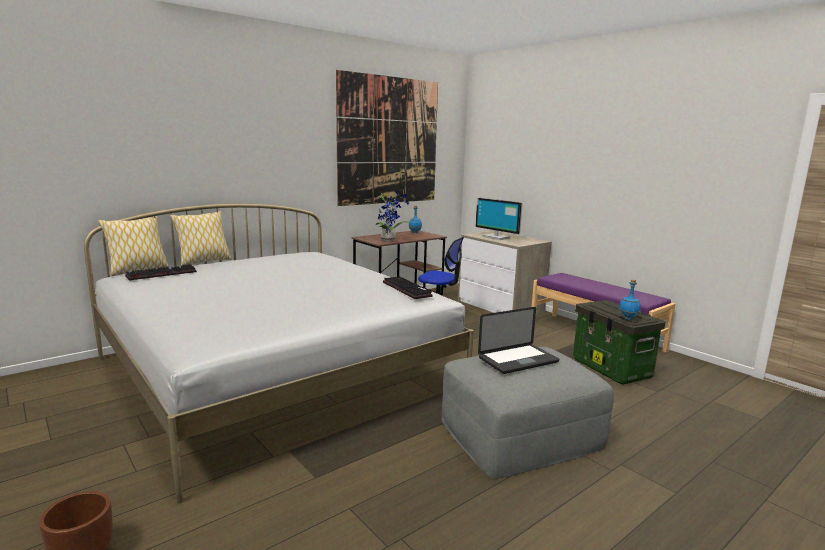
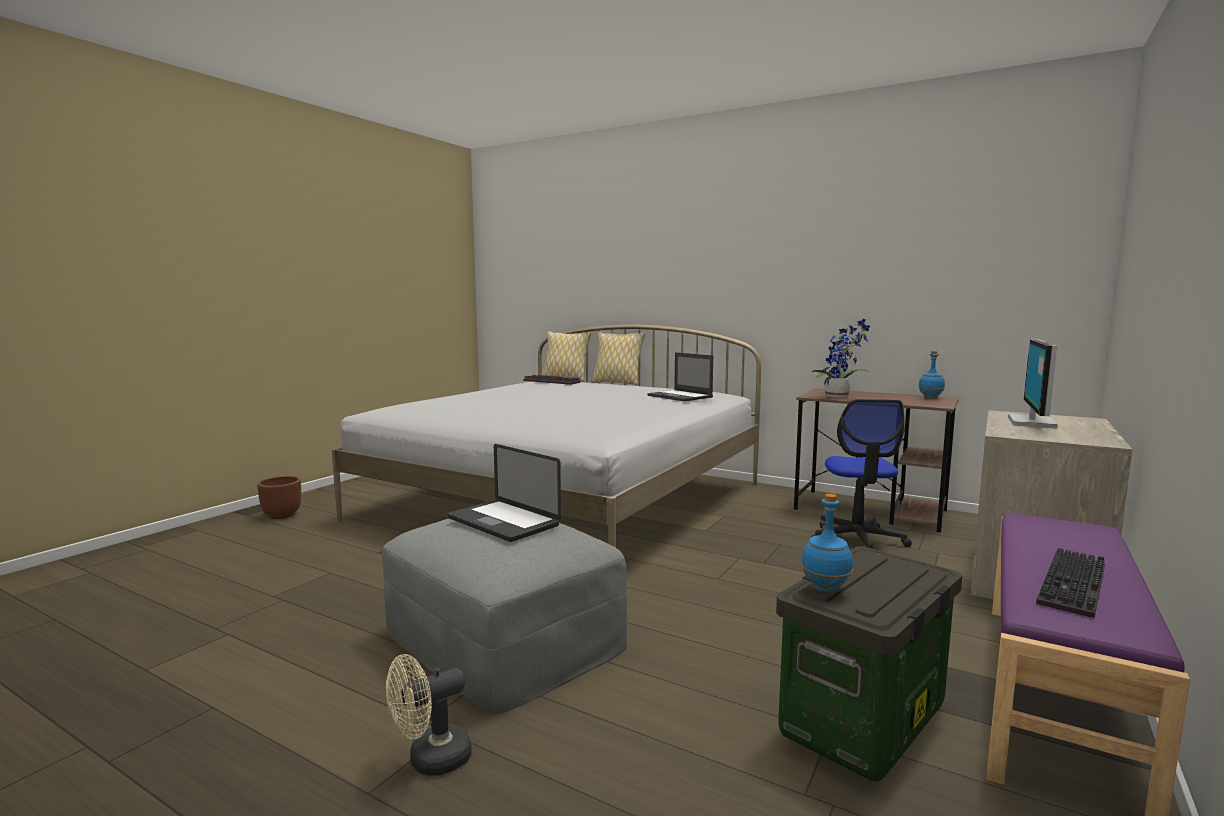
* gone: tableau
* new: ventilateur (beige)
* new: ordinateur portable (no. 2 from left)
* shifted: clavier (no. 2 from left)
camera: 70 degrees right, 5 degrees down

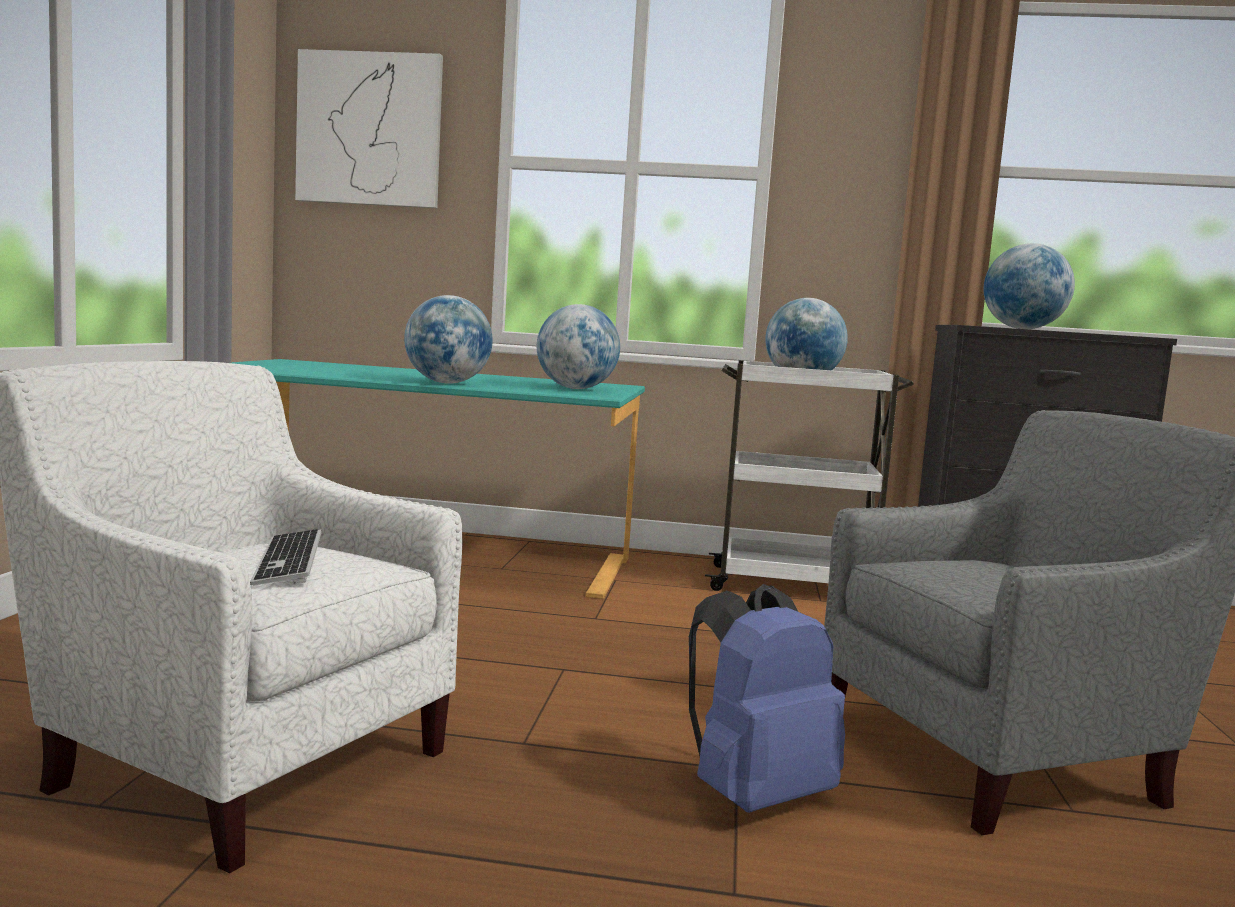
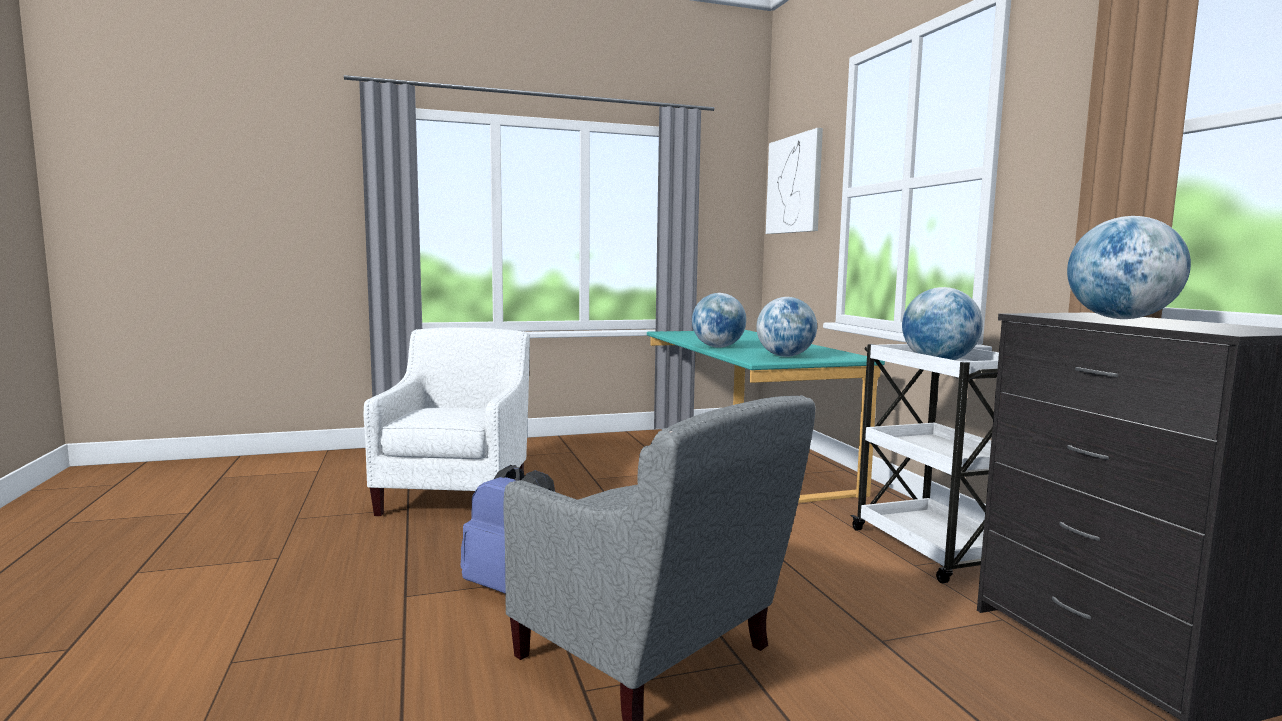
* gone: clavier
camera: 65 degrees right, 0 degrees up

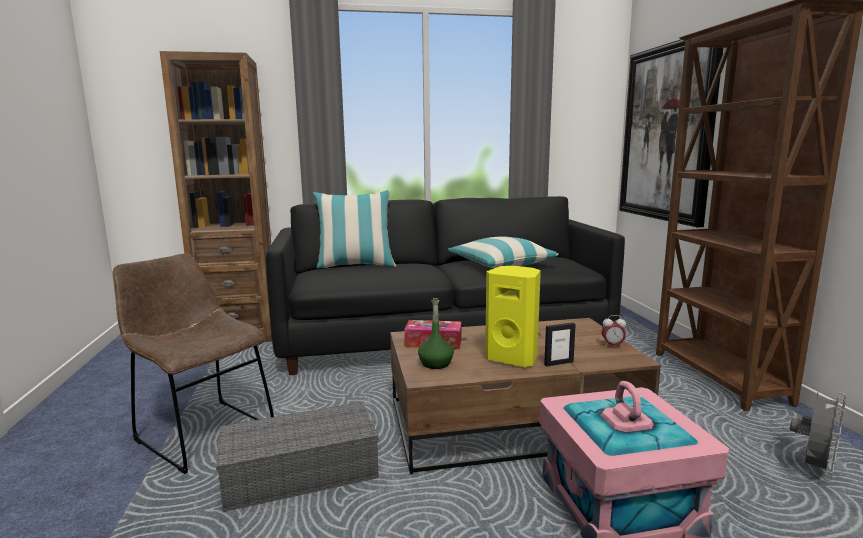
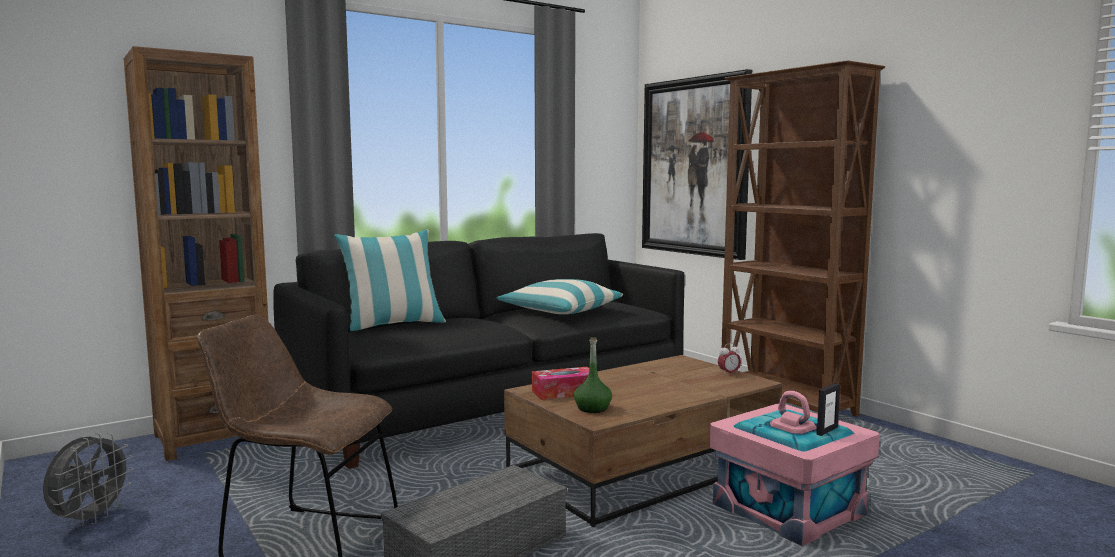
* gone: enceinte (jaune)
* shifted: cadre photo
* shifted: ventilateur (gris)
camera: 25 degrees left, 5 degrees down

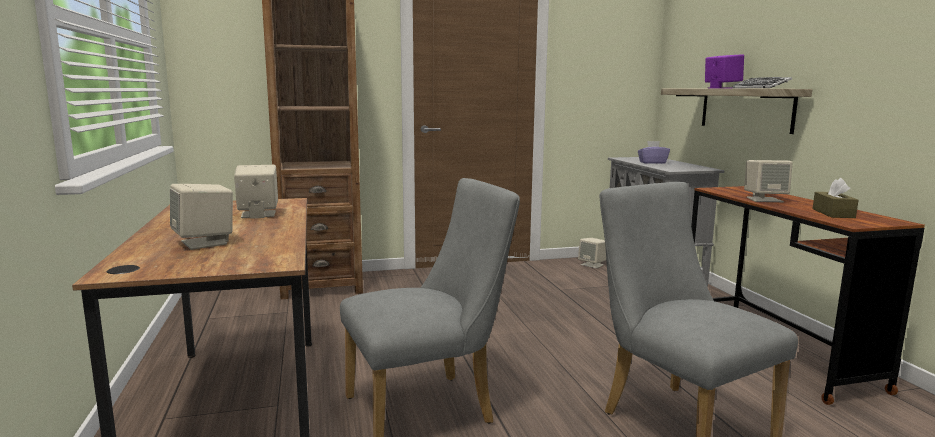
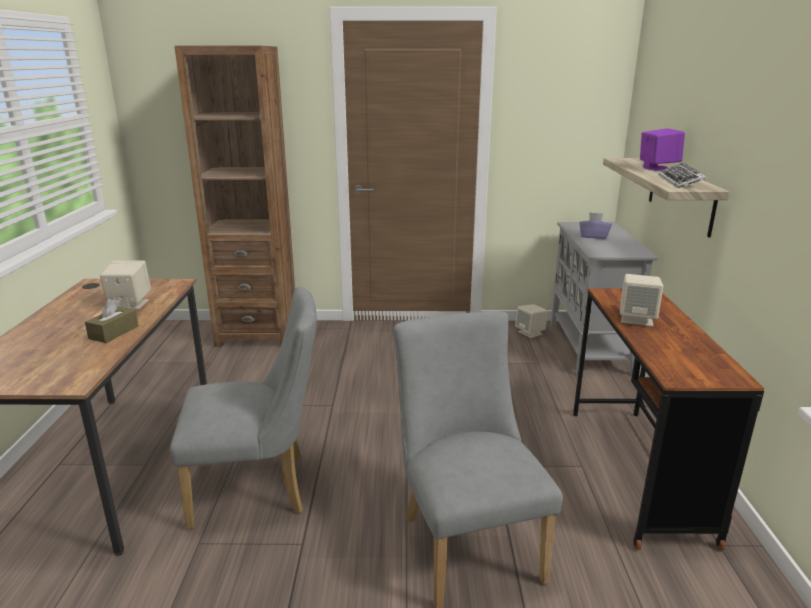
* gone: enceinte (beige) (no. 1 from left)
* shifted: boîte à mouchoirs (marron)
camera: 15 degrees right, 10 degrees up

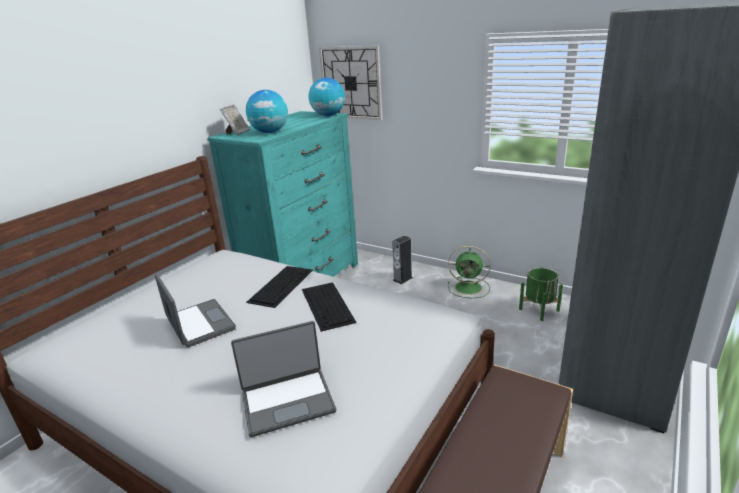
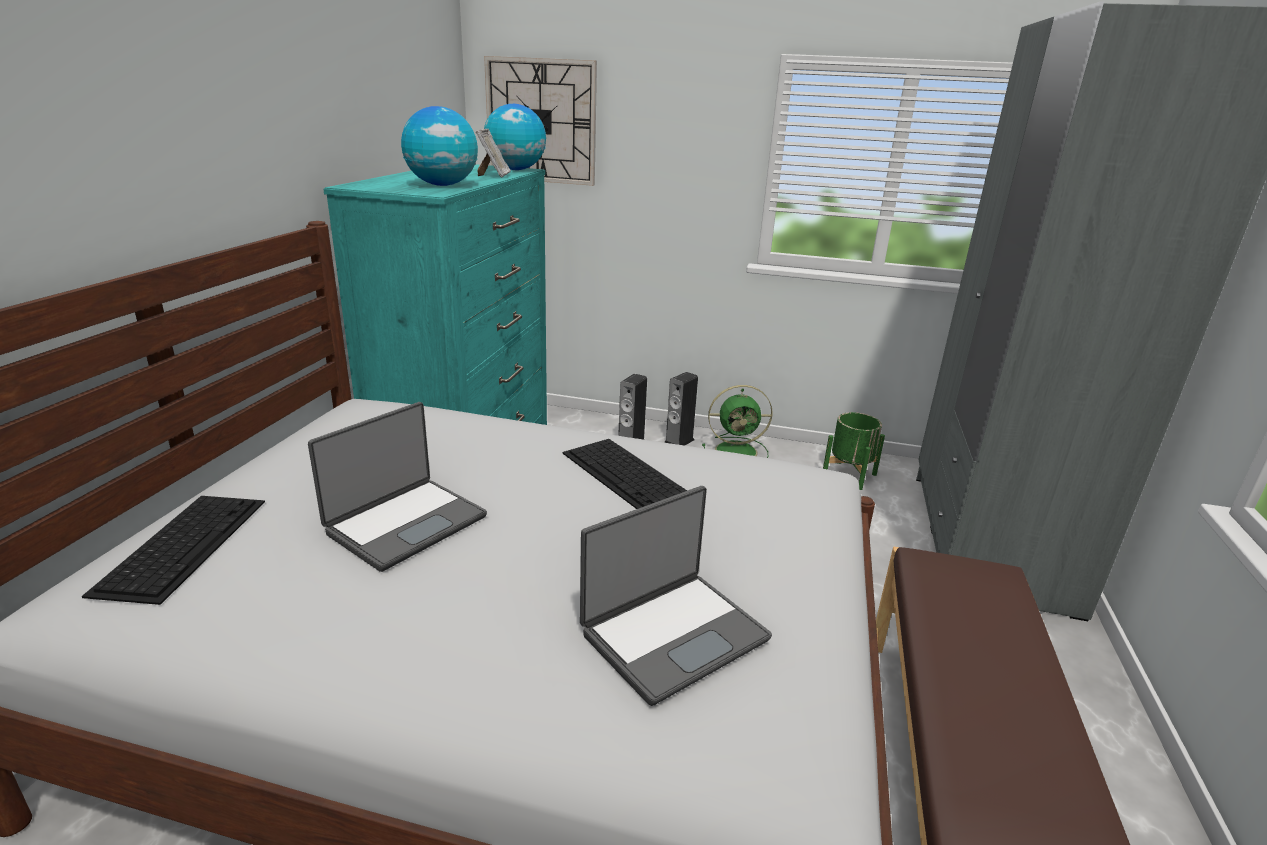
* new: enceinte (no. 2 from left)
* shifted: cadre photo
* shifted: clavier (no. 1 from left)
* rotated: ordinateur portable (no. 1 from left) 90 degrees clockwise
camera: 20 degrees left, 0 degrees up

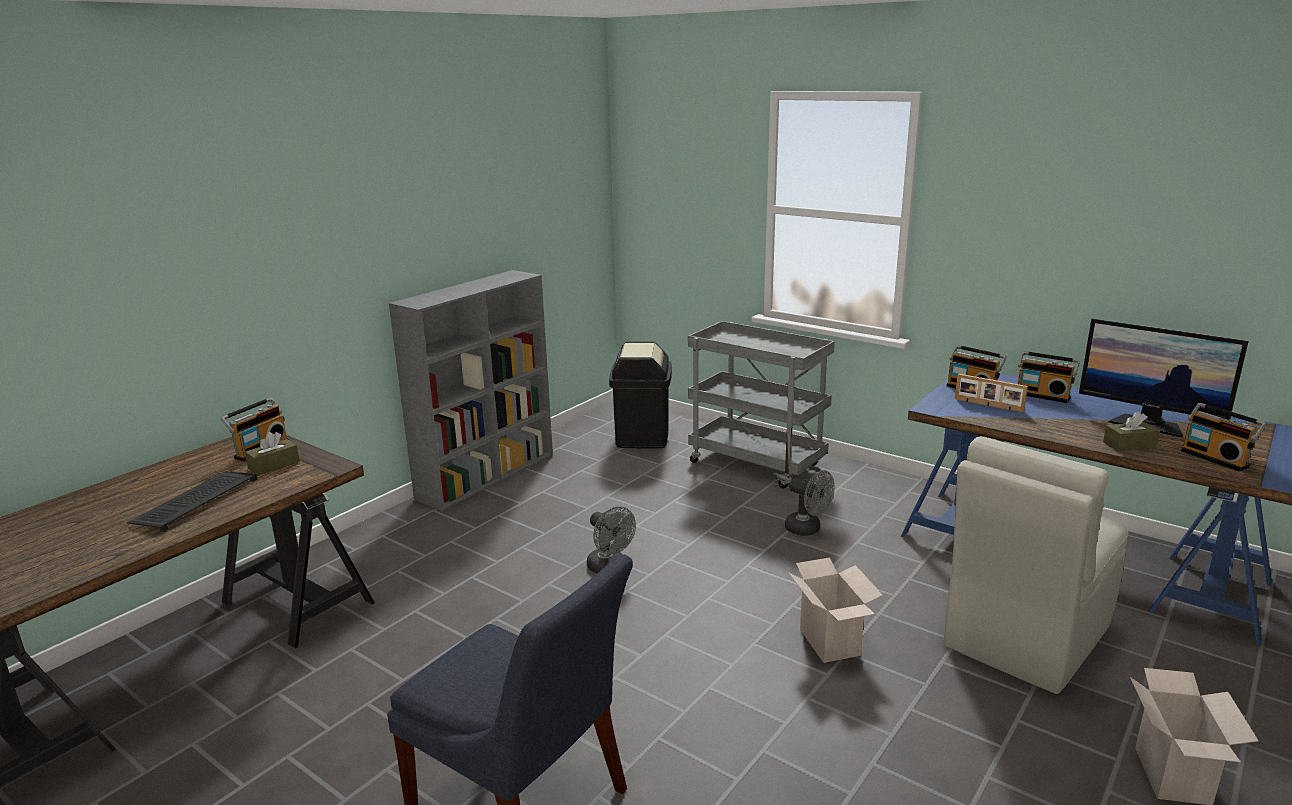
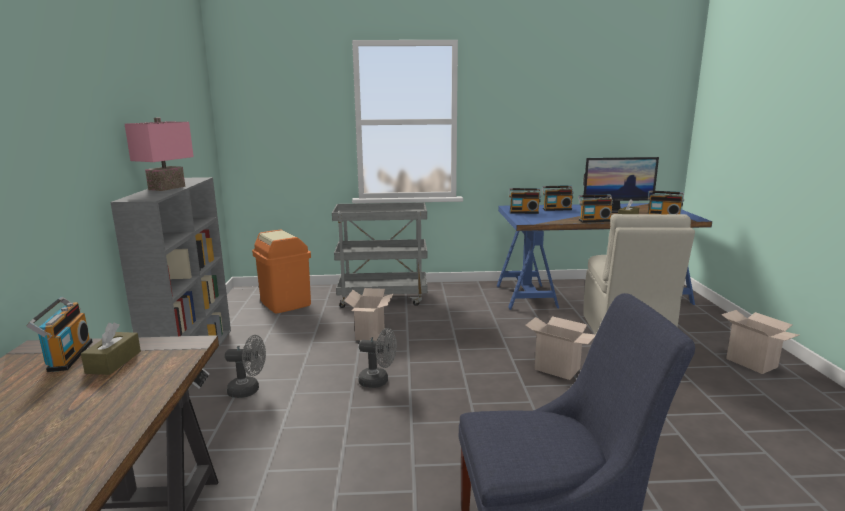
* gone: clavier
* gone: cadre photo
* new: lampe de table (rose)
* new: carton (no. 1 from left)
* new: radio (no. 4 from left)
* shifted: ventilateur (gris) (no. 2 from left in the first image) to ventilateur (gris) (no. 1 from left)
* repainted: poubelle (noir) to poubelle (orange)
camera: 40 degrees left, 5 degrees down

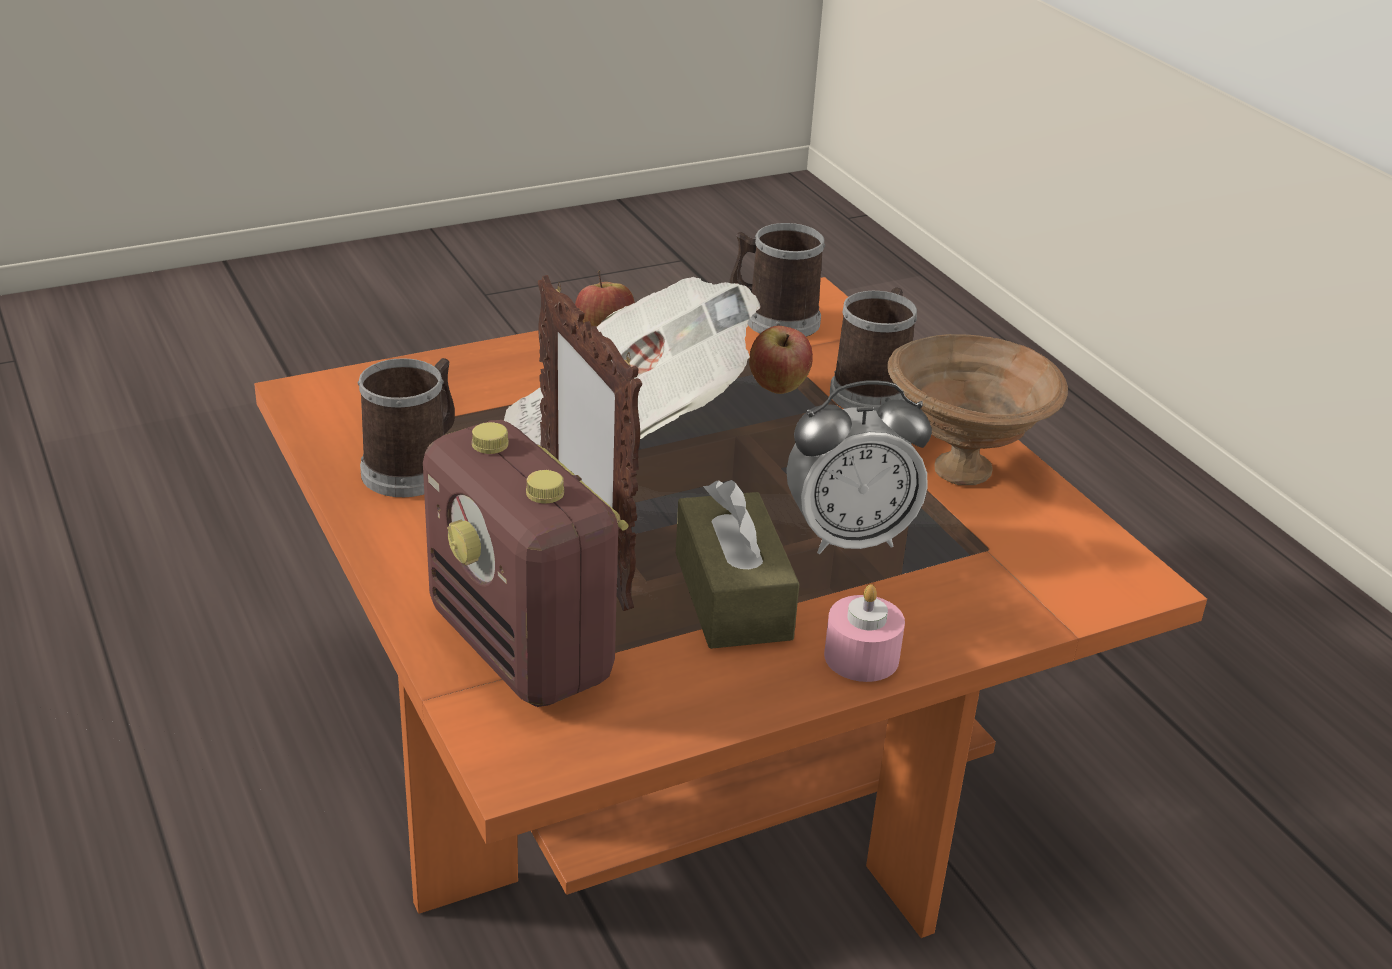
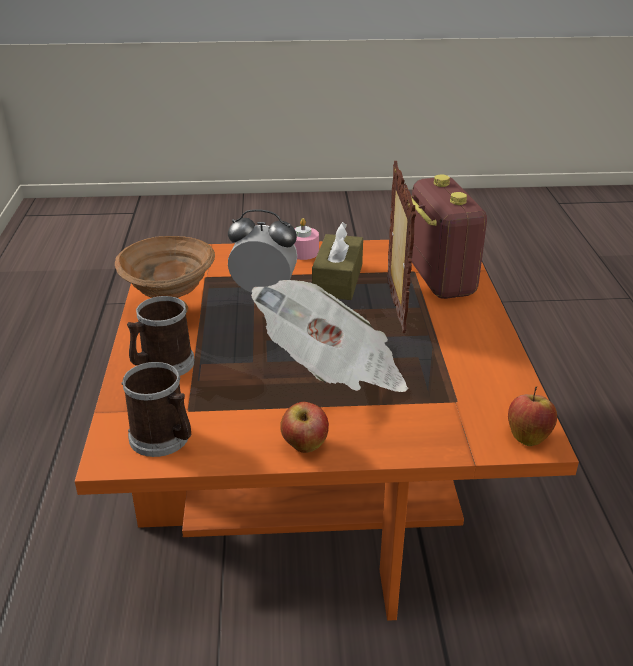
* gone: mug (no. 1 from left)
* shifted: pomme (no. 2 from left)
camera: 155 degrees left, 0 degrees up

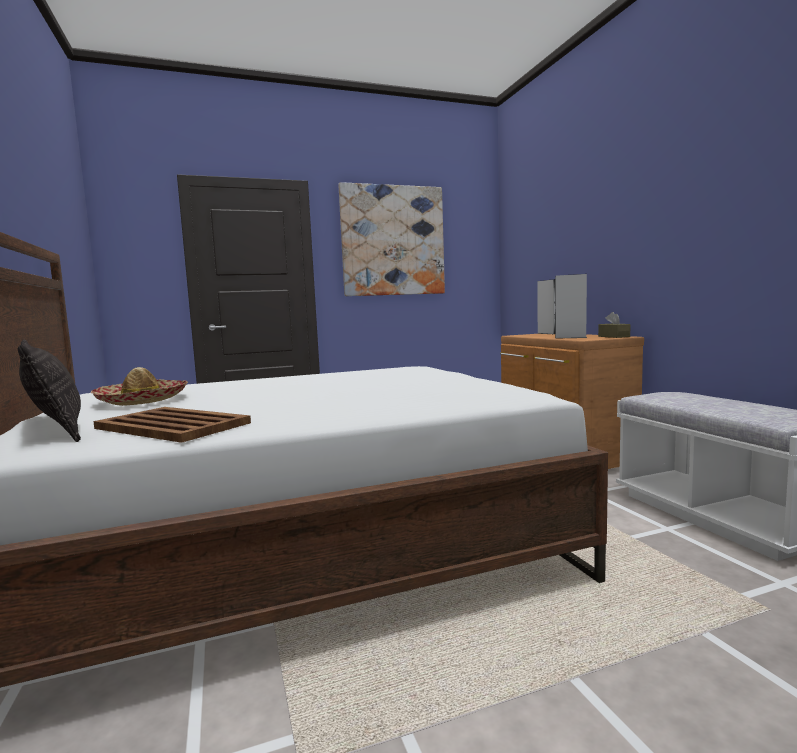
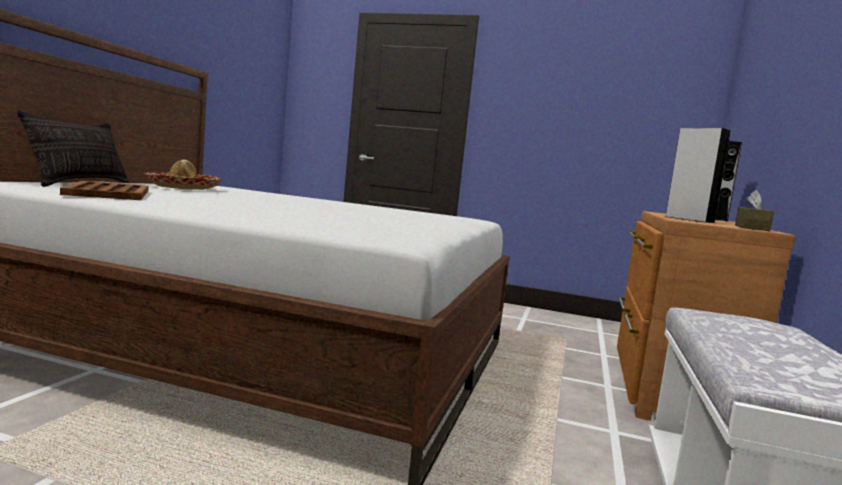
* gone: tableau
camera: 35 degrees right, 0 degrees up

